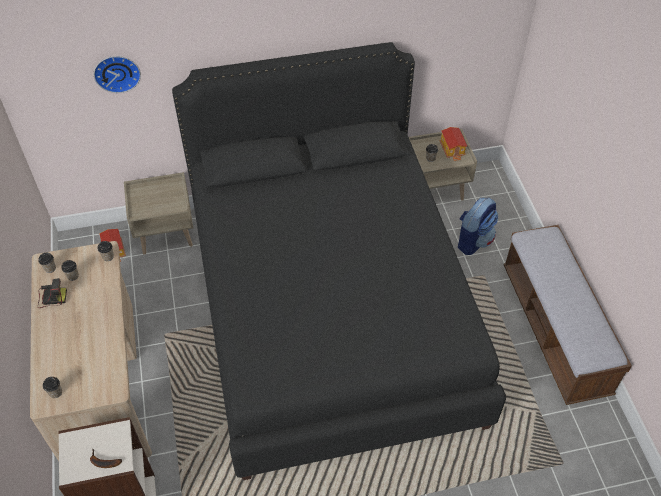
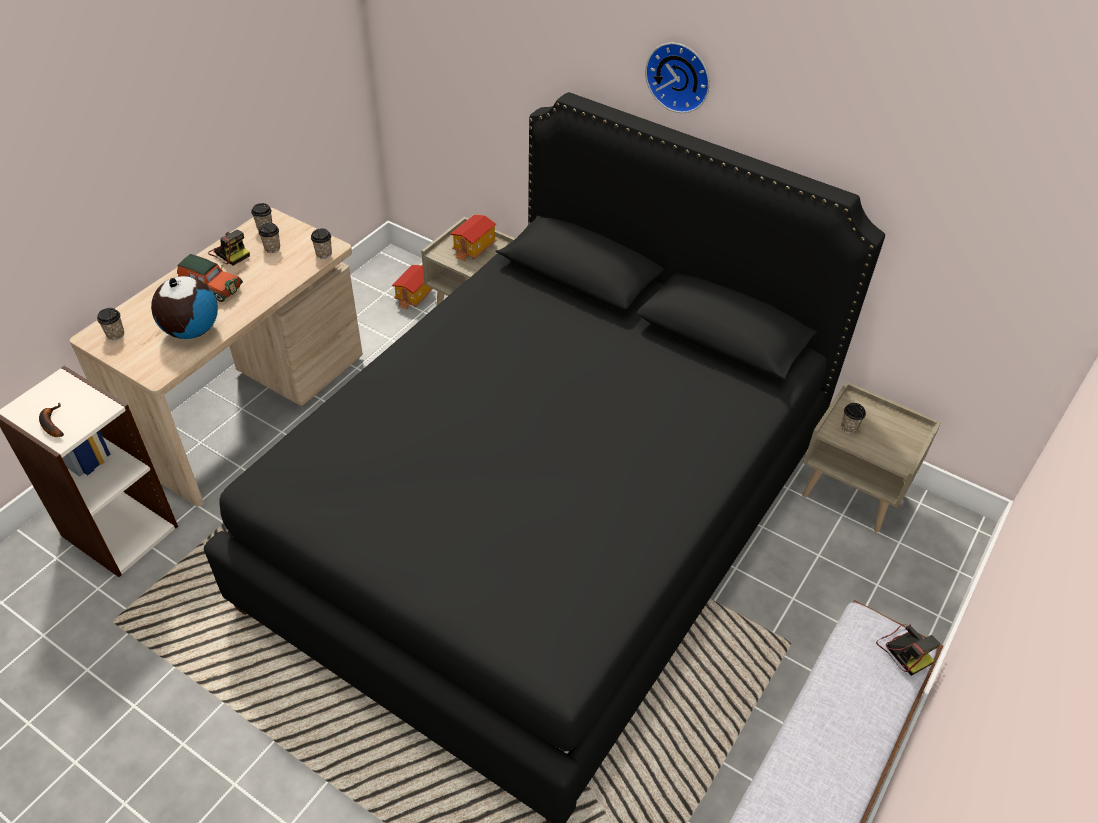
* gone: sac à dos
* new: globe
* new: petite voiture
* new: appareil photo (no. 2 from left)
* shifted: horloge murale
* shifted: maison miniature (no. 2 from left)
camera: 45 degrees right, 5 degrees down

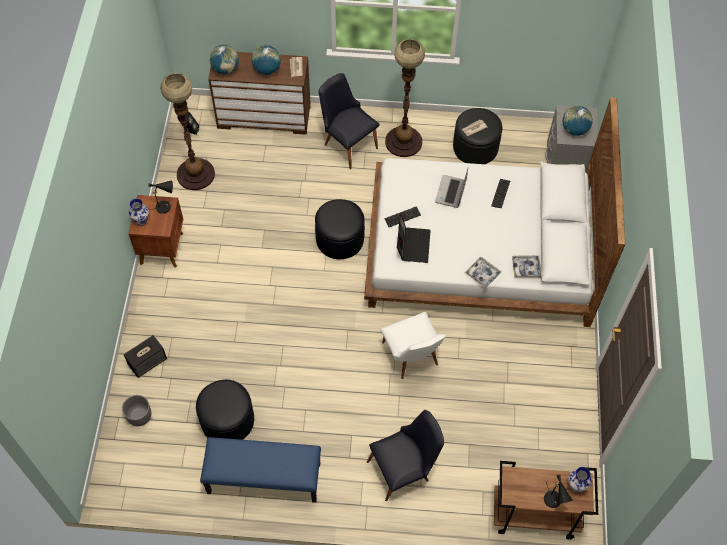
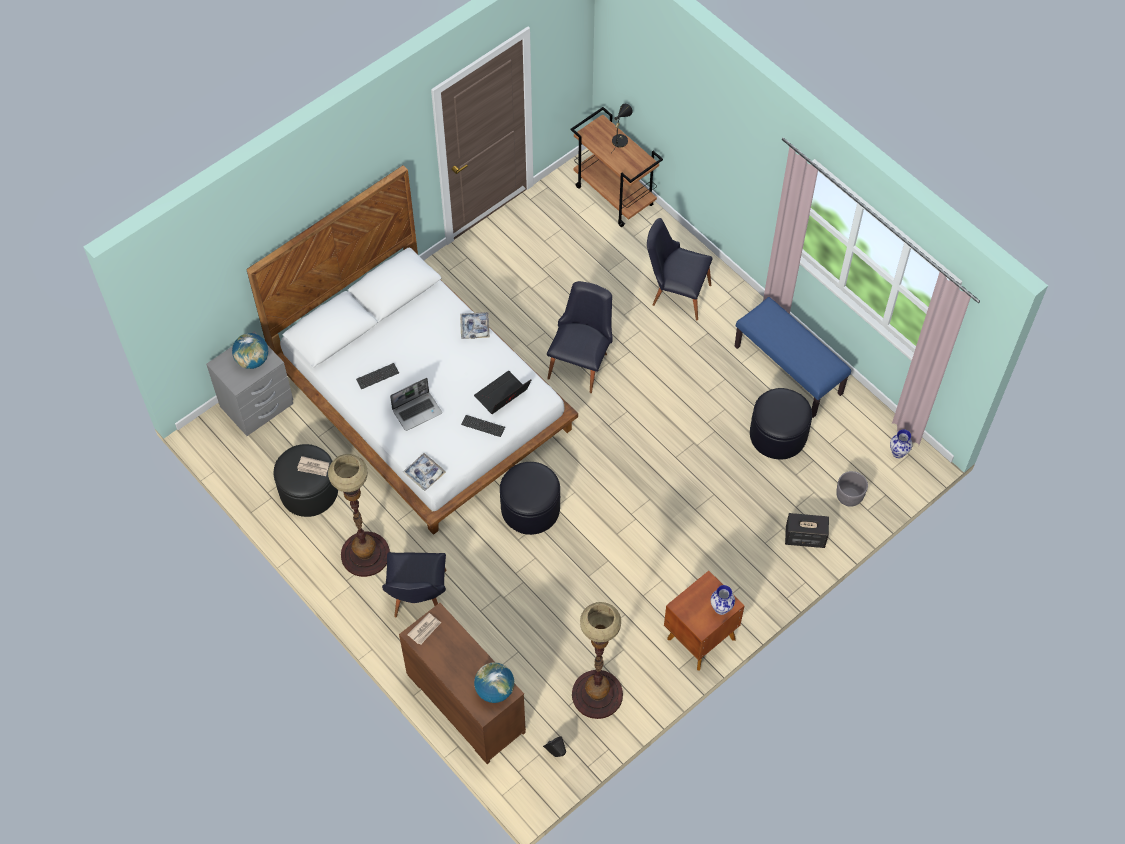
* gone: lampe de table (noir) (no. 1 from left)
* gone: globe (no. 2 from left)
* shifted: plateau (no. 2 from left in the first image) to plateau (no. 1 from left)
* shifted: vase (no. 2 from left)
* repainted: chaise (blanc) to chaise (noir) (no. 2 from left)
camera: 135 degrees left, 0 degrees up

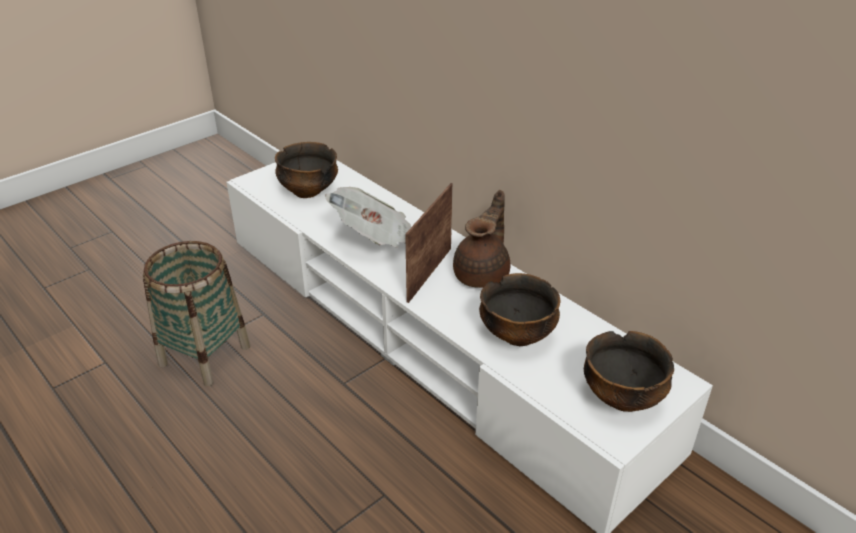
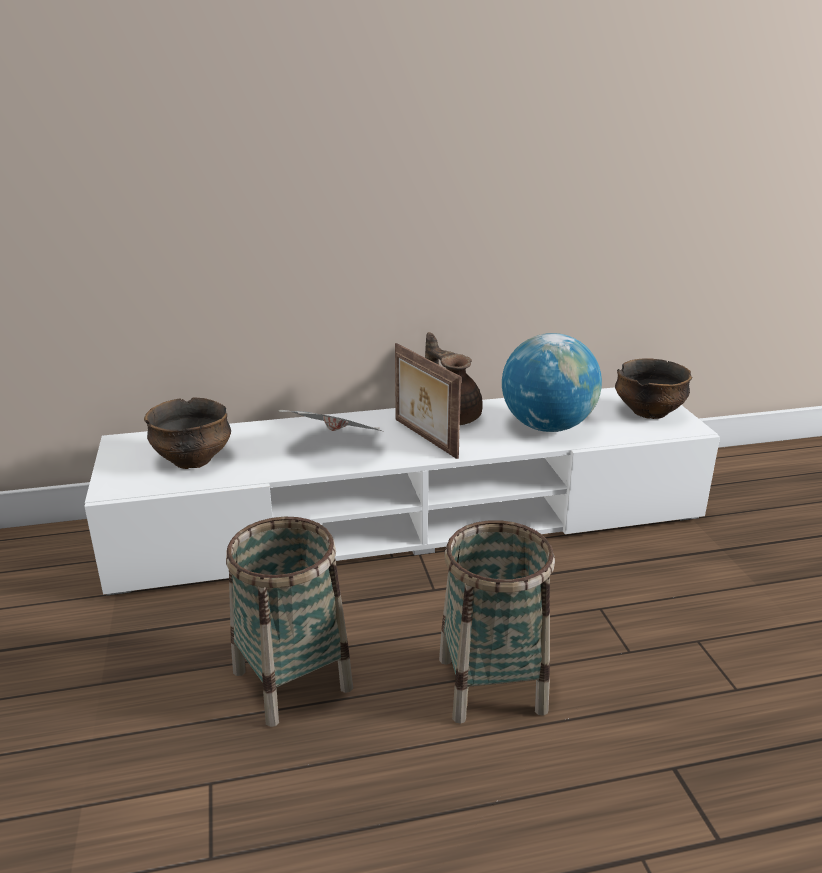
* new: panier (no. 2 from left)
* swapped: bol (no. 2 from left) to globe
camera: 60 degrees left, 10 degrees down

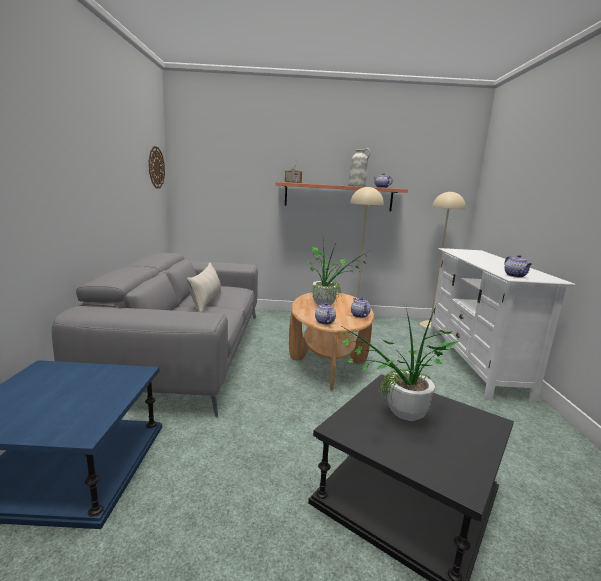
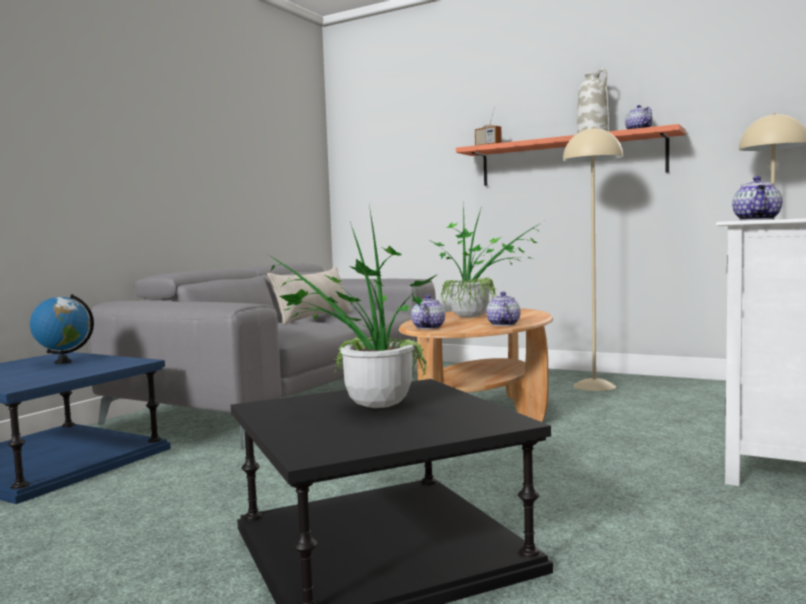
* gone: horloge murale
* new: globe
camera: 30 degrees right, 10 degrees down

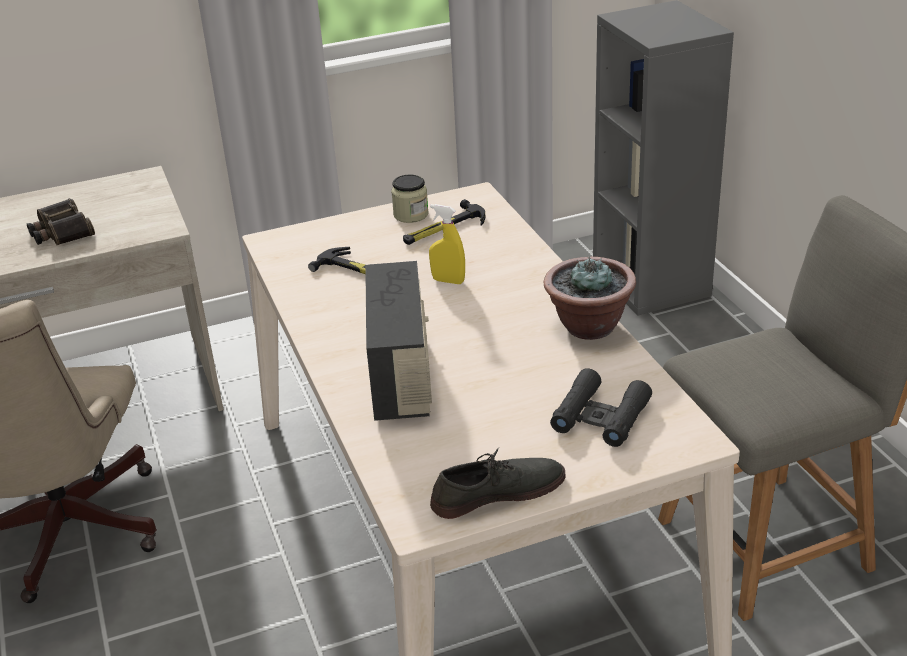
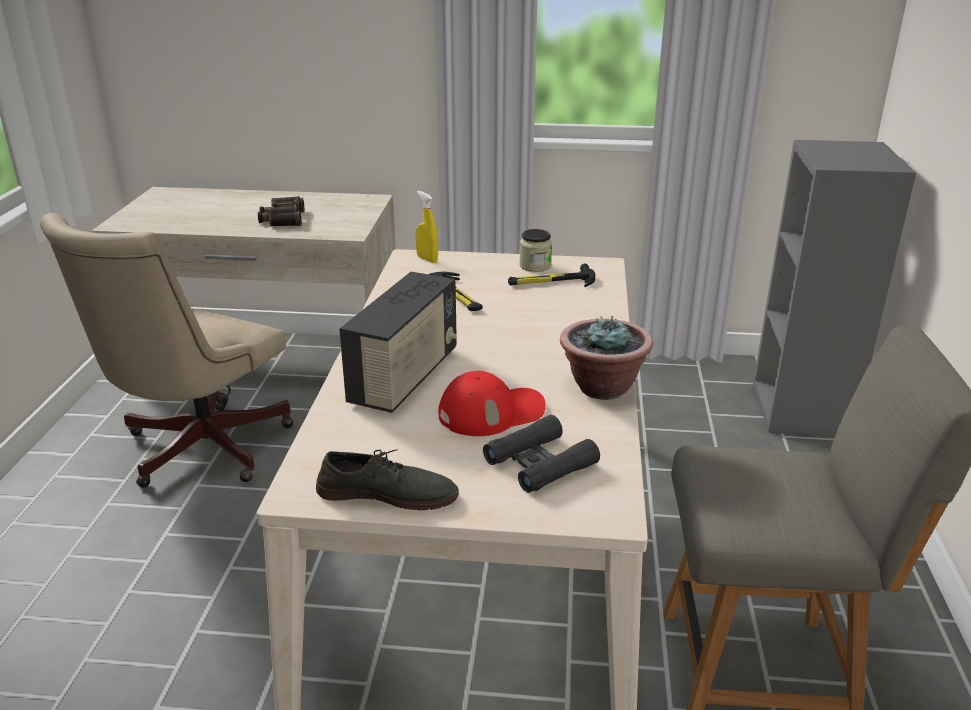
* new: casquette (rouge)
* shifted: vaporisateur (jaune)
camera: 25 degrees right, 5 degrees down

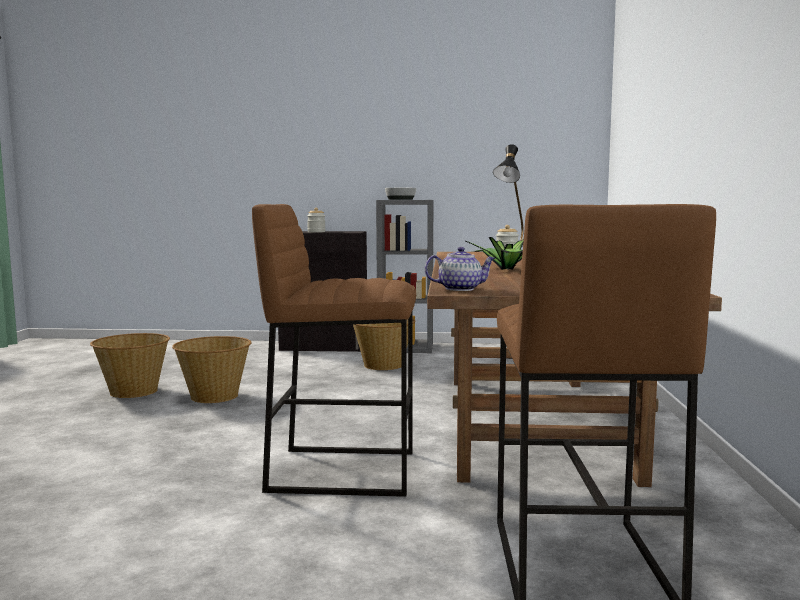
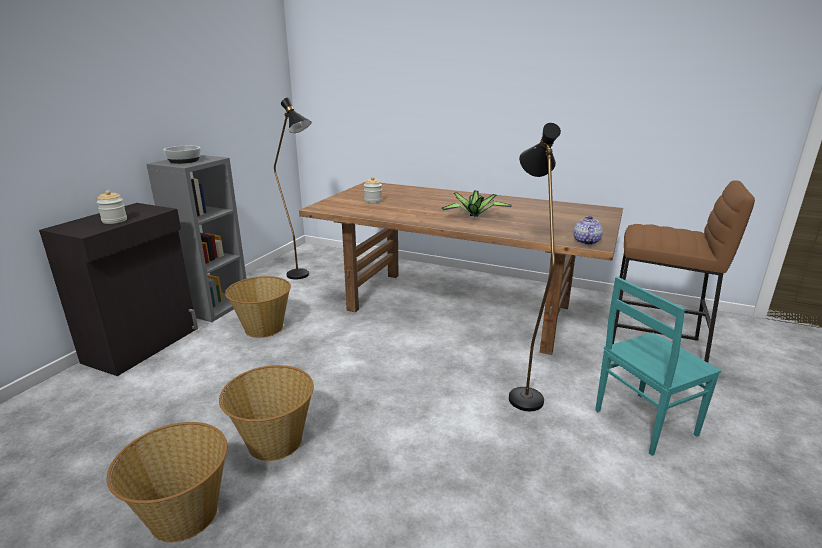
* new: chaise (turquoise)
* swapped: tabouret (marron) (no. 1 from left) to lampadaire (noir) (no. 2 from left)
camera: 70 degrees left, 15 degrees up

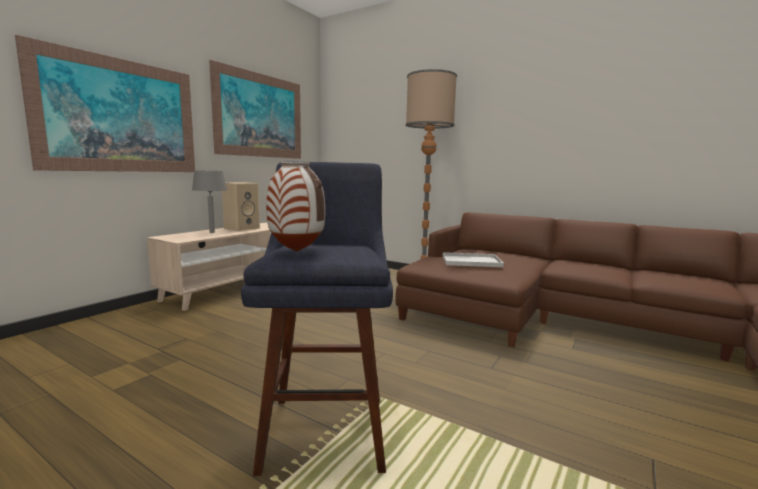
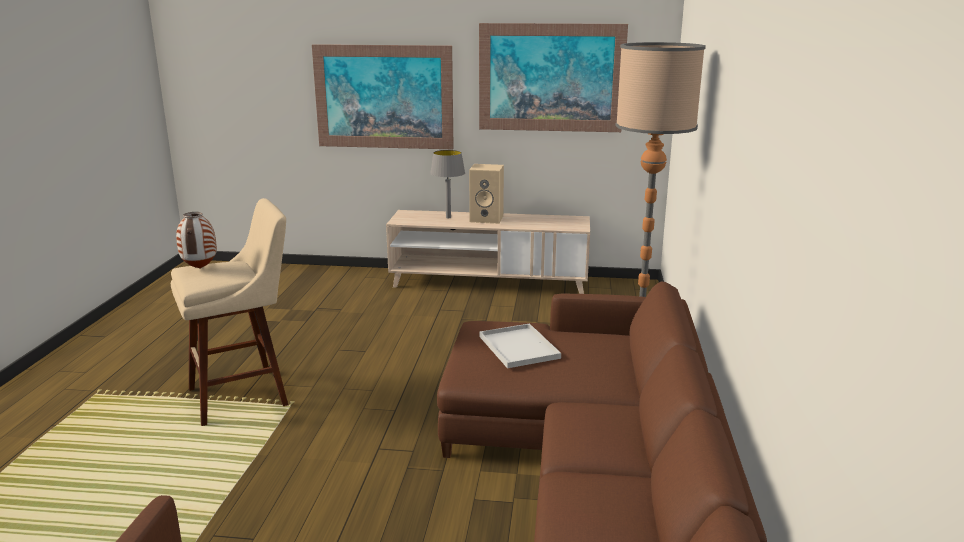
* repainted: tabouret (bleu) to tabouret (beige)
camera: 65 degrees right, 10 degrees up

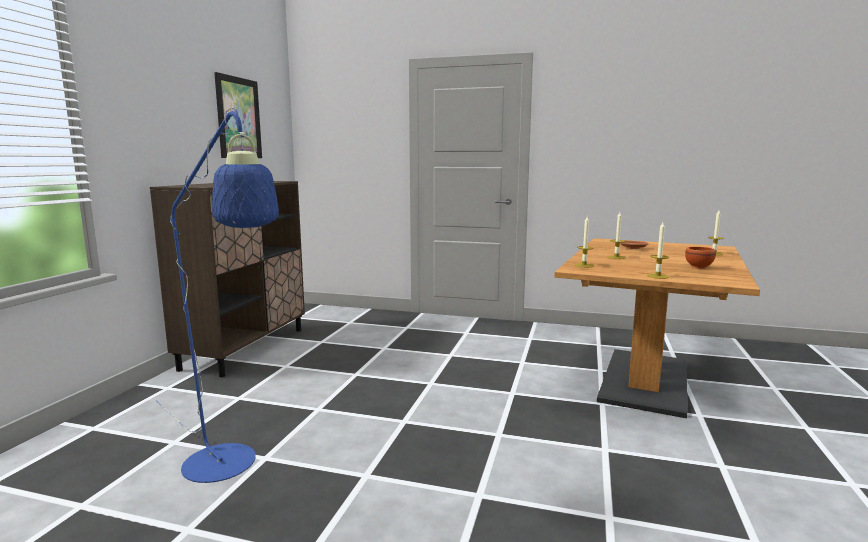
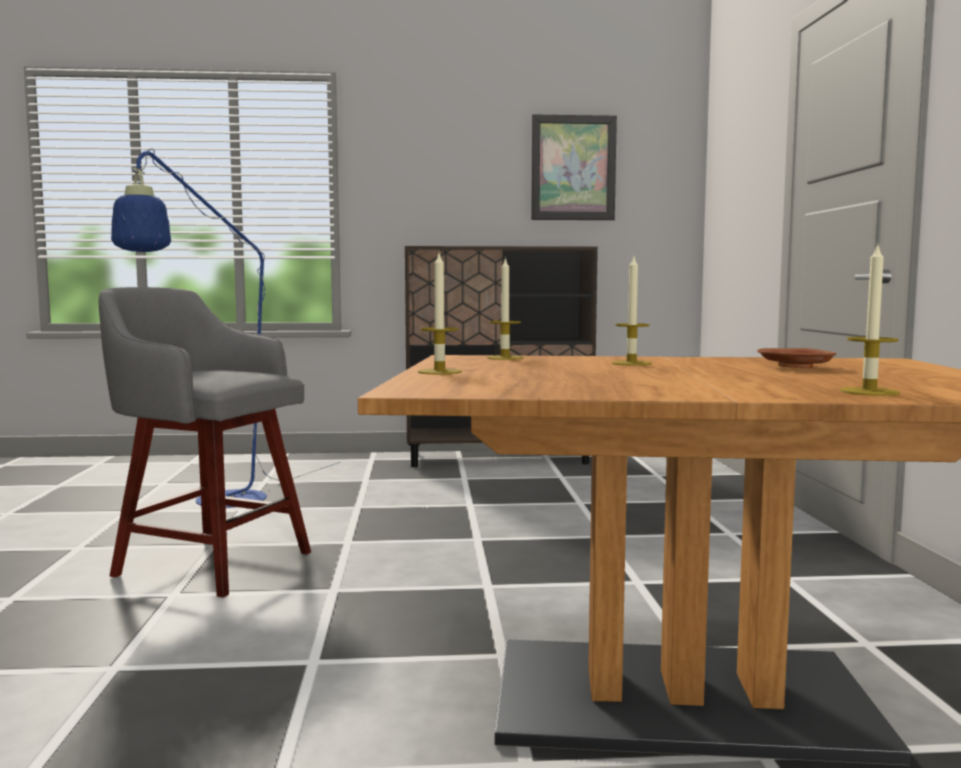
* gone: bol (marron)
* new: tabouret (gris)
camera: 70 degrees right, 5 degrees down

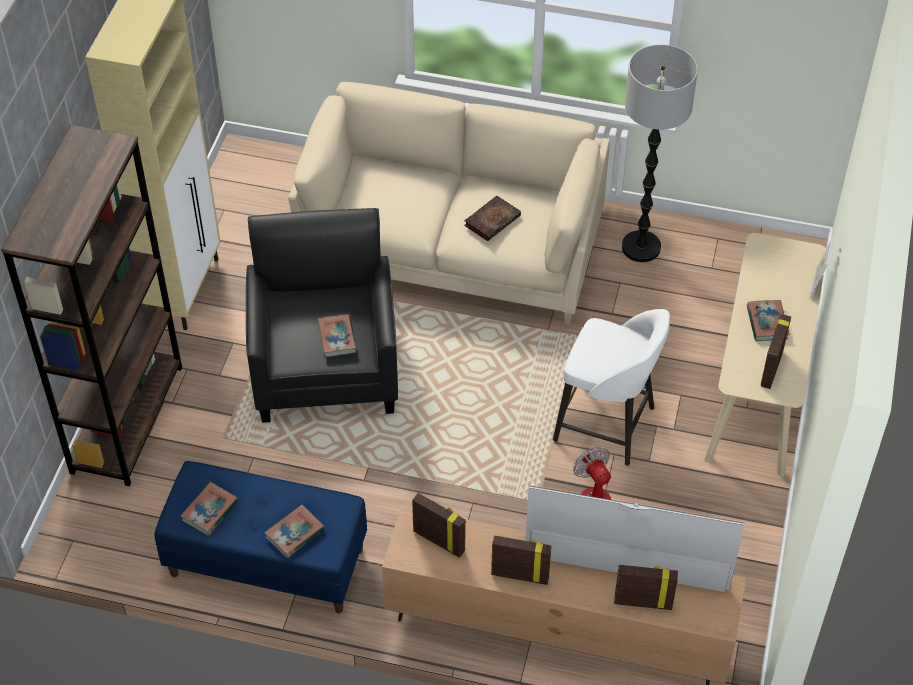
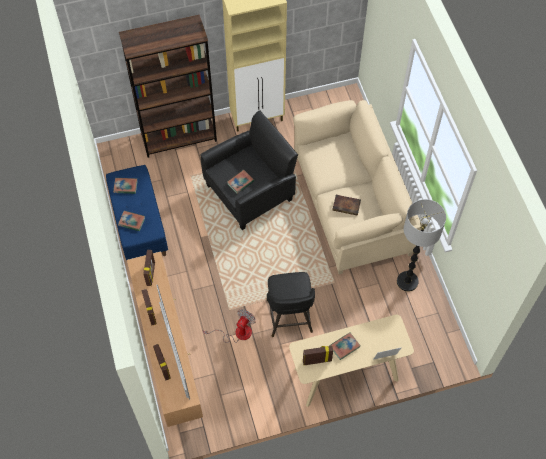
* repainted: tabouret (blanc) to tabouret (noir)
camera: 60 degrees right, 10 degrees up

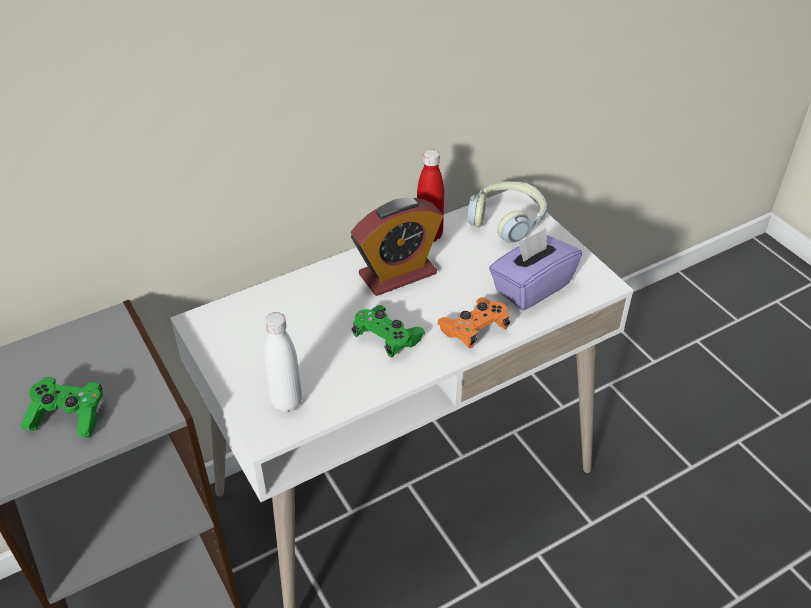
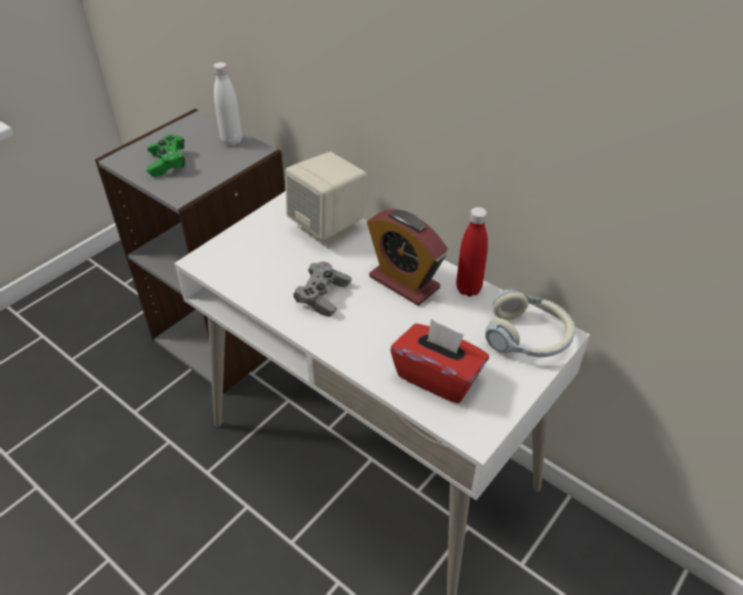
* gone: manette (orange)
* new: enceinte (beige)
* shifted: bouteille (blanc)
* repainted: manette (vert) (no. 2 from left) to manette (gris)
* repainted: boîte à mouchoirs (violet) to boîte à mouchoirs (rouge)
camera: 70 degrees right, 0 degrees up

